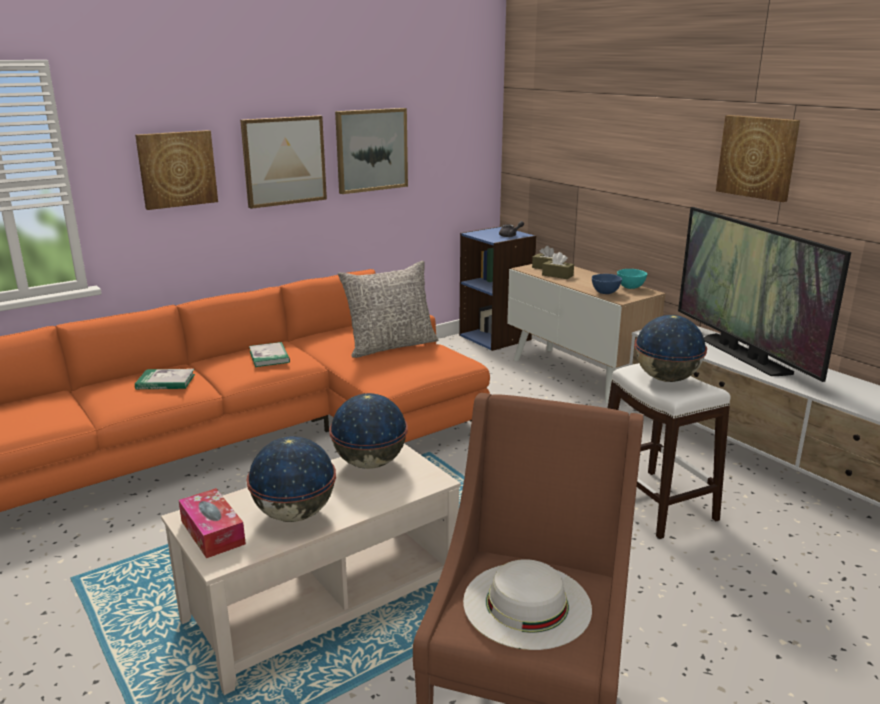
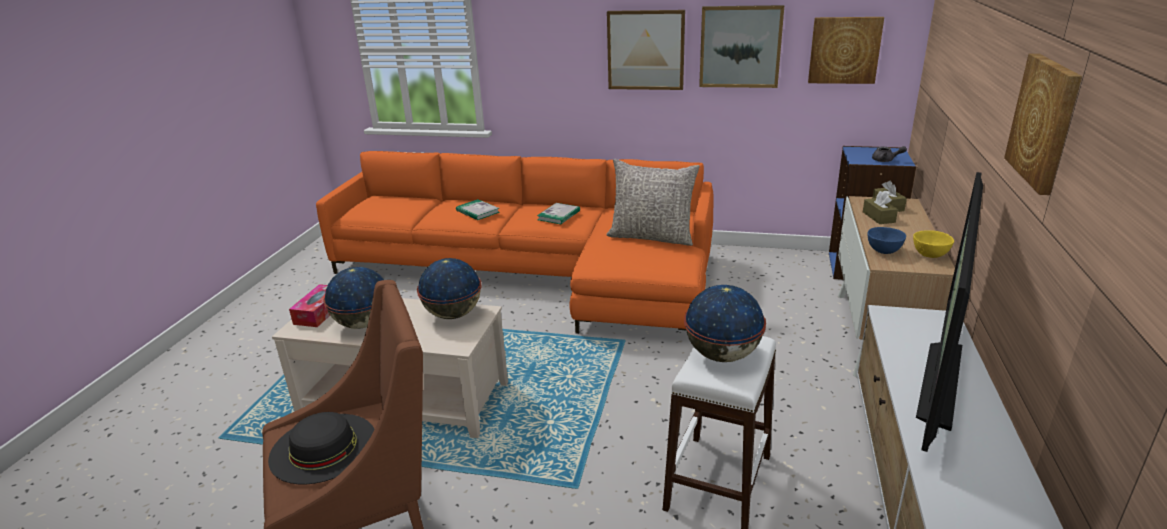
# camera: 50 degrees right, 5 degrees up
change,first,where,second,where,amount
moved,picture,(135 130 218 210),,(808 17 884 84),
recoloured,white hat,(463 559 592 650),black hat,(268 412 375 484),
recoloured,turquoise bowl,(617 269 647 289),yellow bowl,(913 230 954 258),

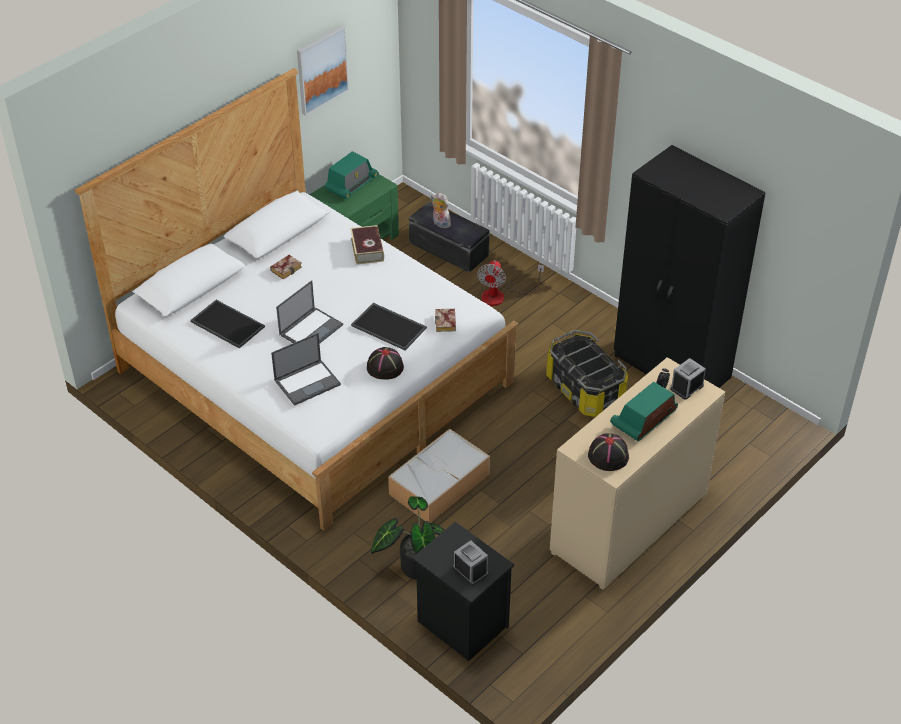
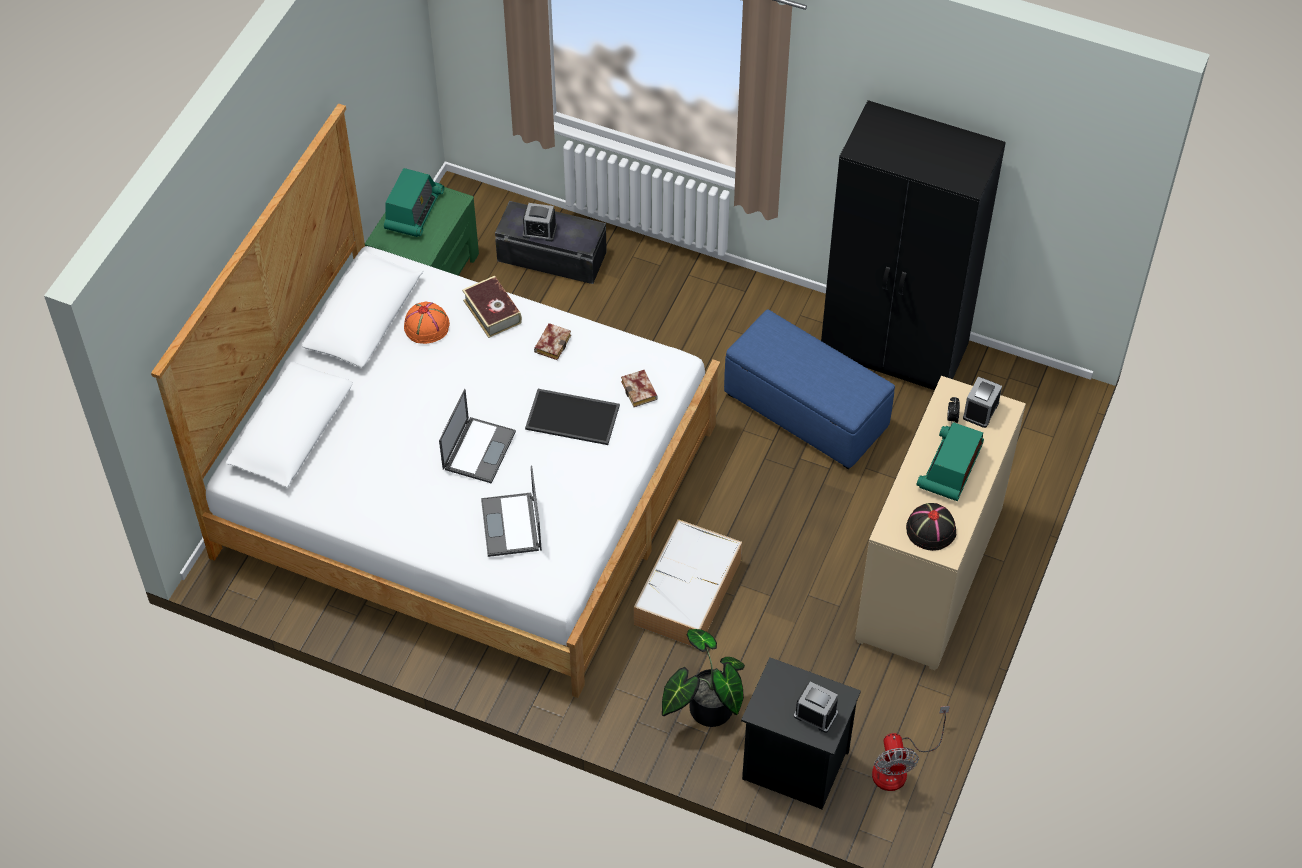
# camera: 20 degrees left, 10 degrees up
change,first,where,second,where,amount
removed,tray,(190 300 265 348),,,
removed,picture,(297 26 349 116),,,
removed,black hat,(367 347 404 380),,,
added,,,orange hat,(404 302 450 344),
moved,book,(270 255 302 279),,(534 323 571 360),
moved,fan,(477 260 544 306),,(872 706 950 791),
replaced,plush toy,(431 193 451 228),alarm clock,(523 203 557 242),
replaced,storage box,(546 330 628 417),blue ottoman,(724 310 895 470),
turned,laptop,(271 333 341 406),,(481 465 542 557),135 degrees clockwise

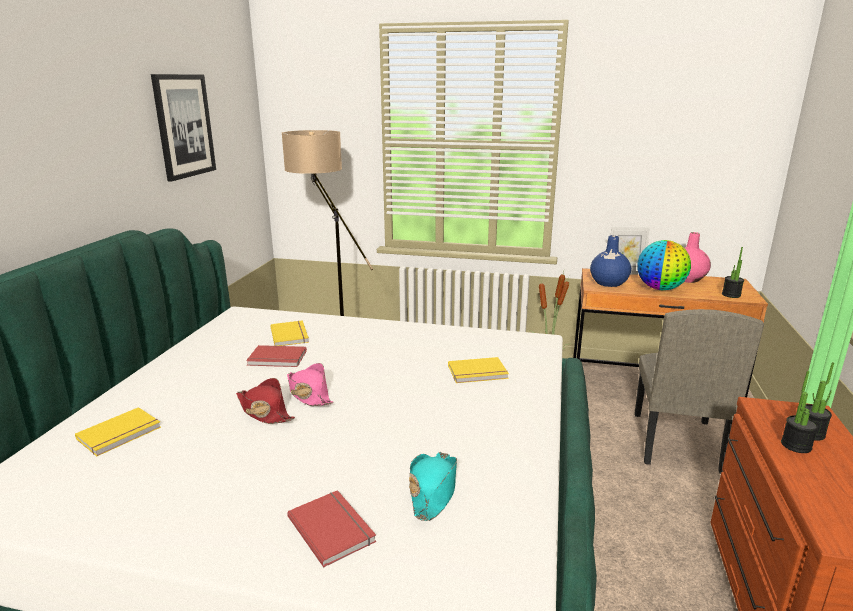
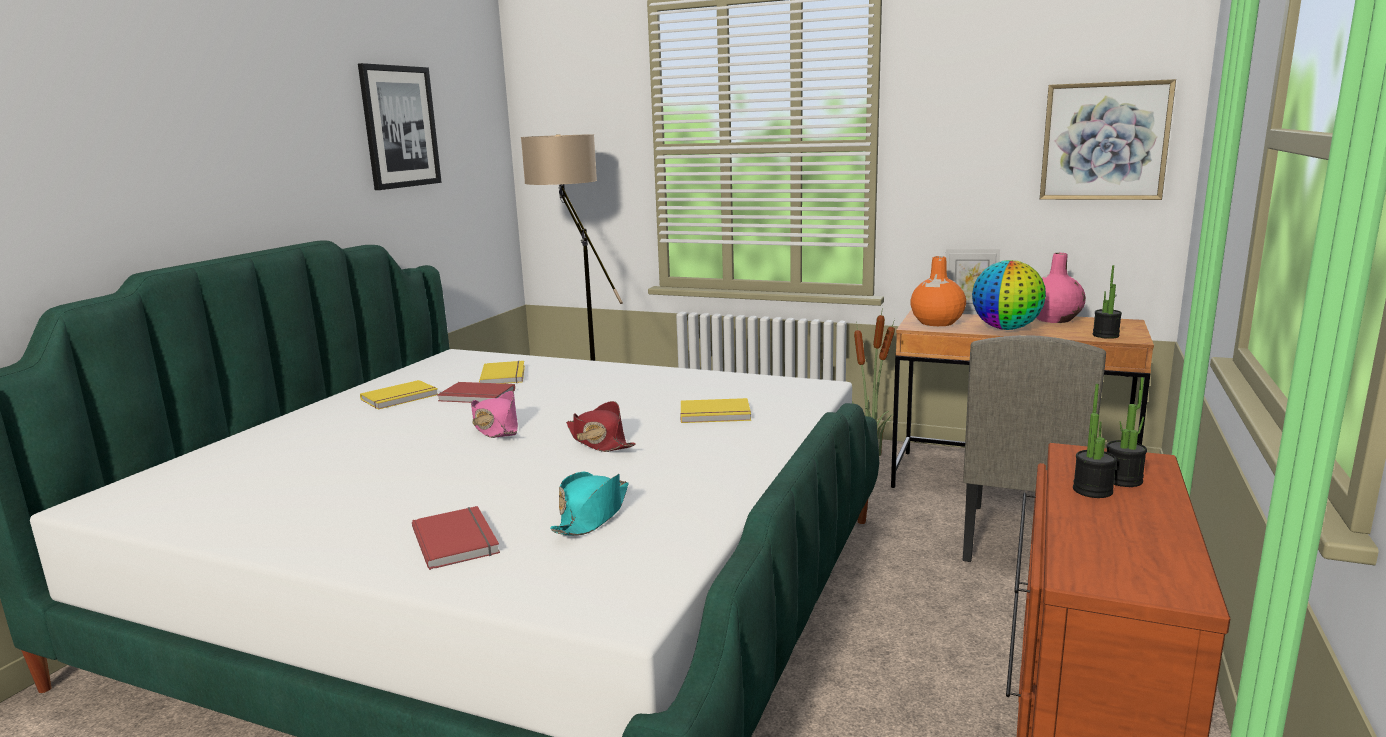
# camera: 10 degrees right, 5 degrees down
change,first,where,second,where,amount
added,,,picture,(1040 79 1176 200),
moved,yellow book,(75 407 161 456),,(360 380 438 410),
moved,red hat,(236 378 295 424),,(566 401 636 452),
recoloured,blue vase,(590 235 631 287),orange vase,(911 256 966 326),

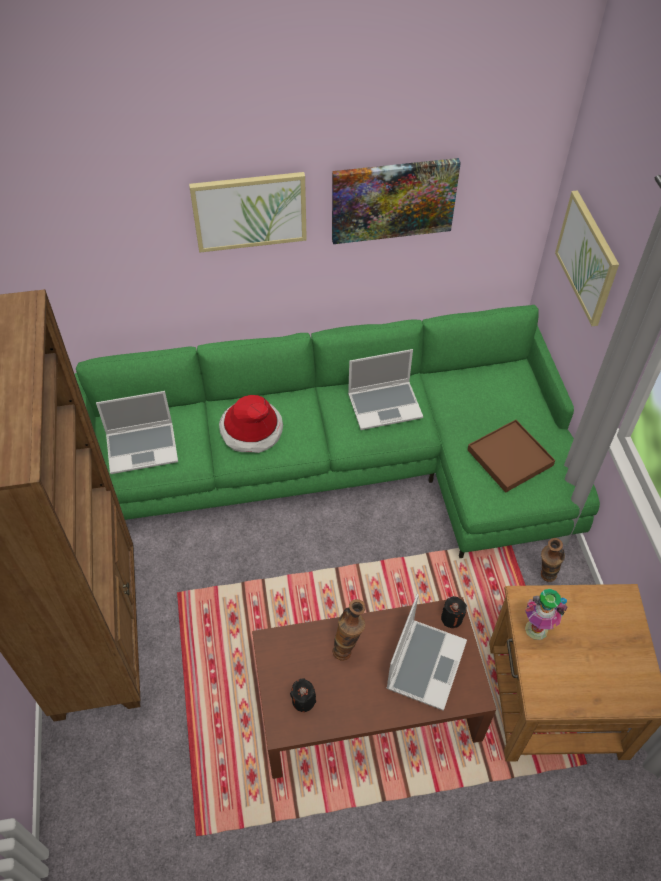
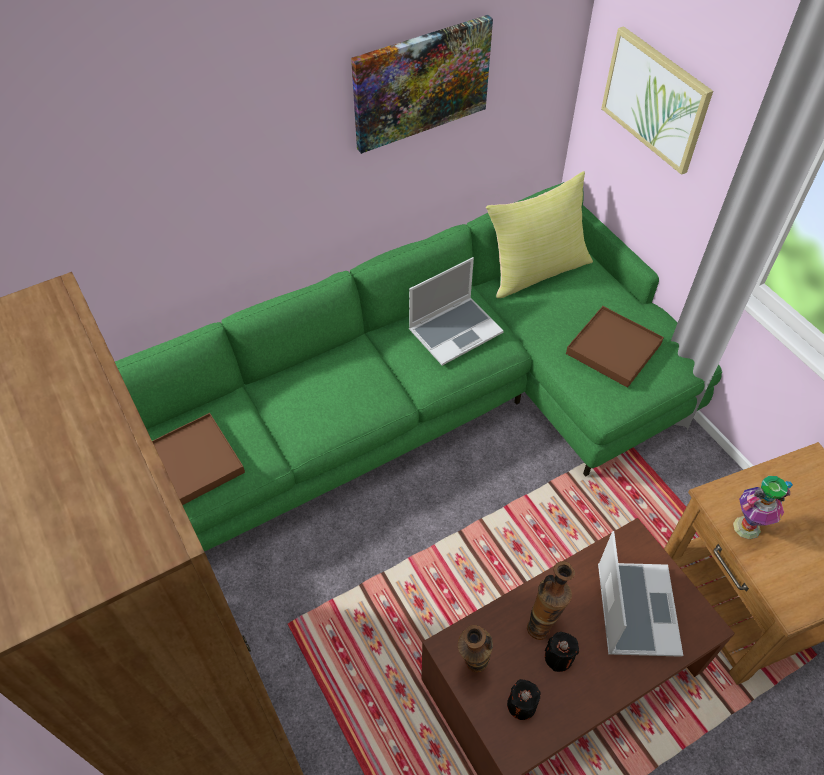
# camera: 20 degrees left, 0 degrees up
change,first,where,second,where,amount
removed,picture,(189 172 307 253),,,
removed,hat,(219 395 283 453),,,
added,,,yellow pillow,(486 171 593 298),
moved,black candle,(441 596 467 628),,(545 632 579 672),
moved,vase,(541 538 565 582),,(458 625 493 672),
replaced,laptop,(96 391 178 474),brown tray,(152 413 245 505),

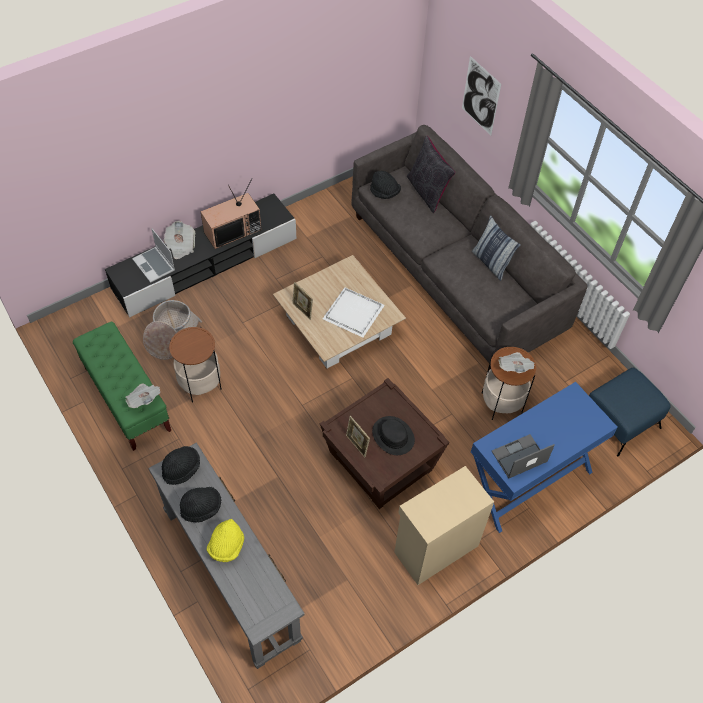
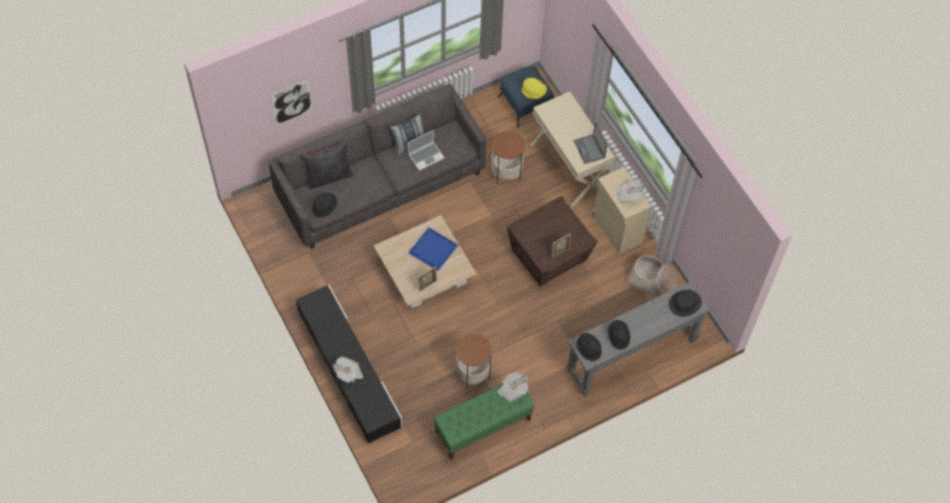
# camera: 85 degrees left, 5 degrees up
change,first,where,second,where,amount
removed,television,(200 178 262 249),,,
moved,laptop,(132 228 175 283),,(408 130 445 171),
moved,basket,(143 300 202 360),,(626 255 676 297),
moved,yellow hat,(207 519 244 562),,(521 78 547 99),
moved,black hat,(372 416 415 455),,(669 290 702 317),
moved,newspaper,(499 352 535 373),,(615 180 645 203),
recoloured,white tray,(323 287 385 337),blue tray,(408 228 458 271),
recoloured,blue console table,(471 382 618 533),beige console table,(531 92 615 207),

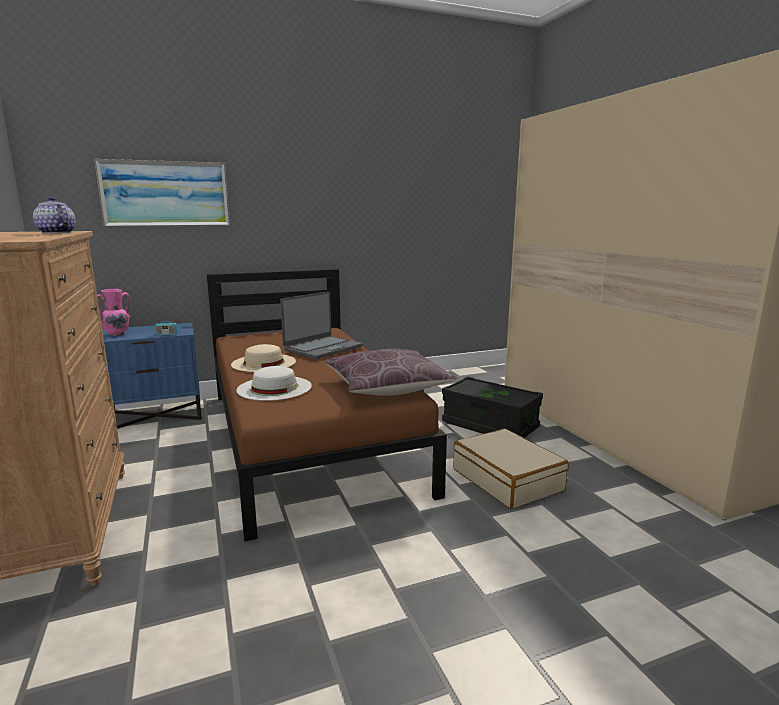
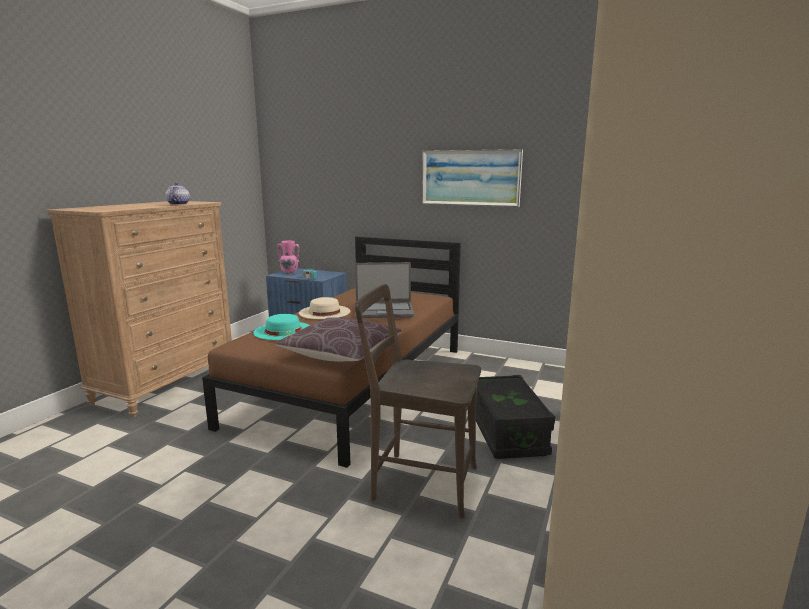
# camera: 45 degrees right, 0 degrees up
change,first,where,second,where,amount
moved,picture,(94 159 230 227),,(422 149 523 207),
replaced,beige suitcase,(453 428 569 509),brown chair,(354 284 481 518),
recoloured,white hat,(236 366 312 401),turquoise hat,(253 314 310 340),

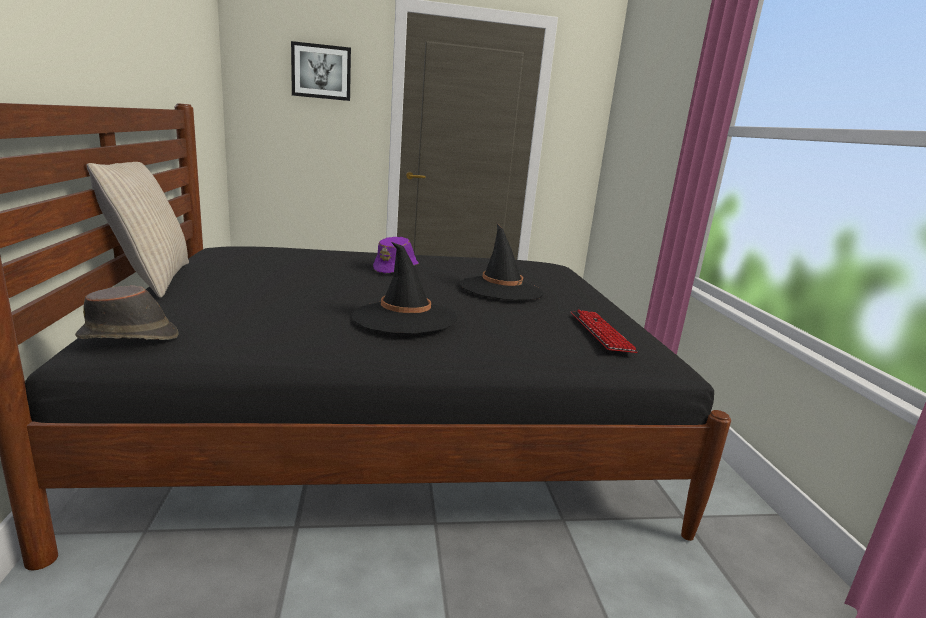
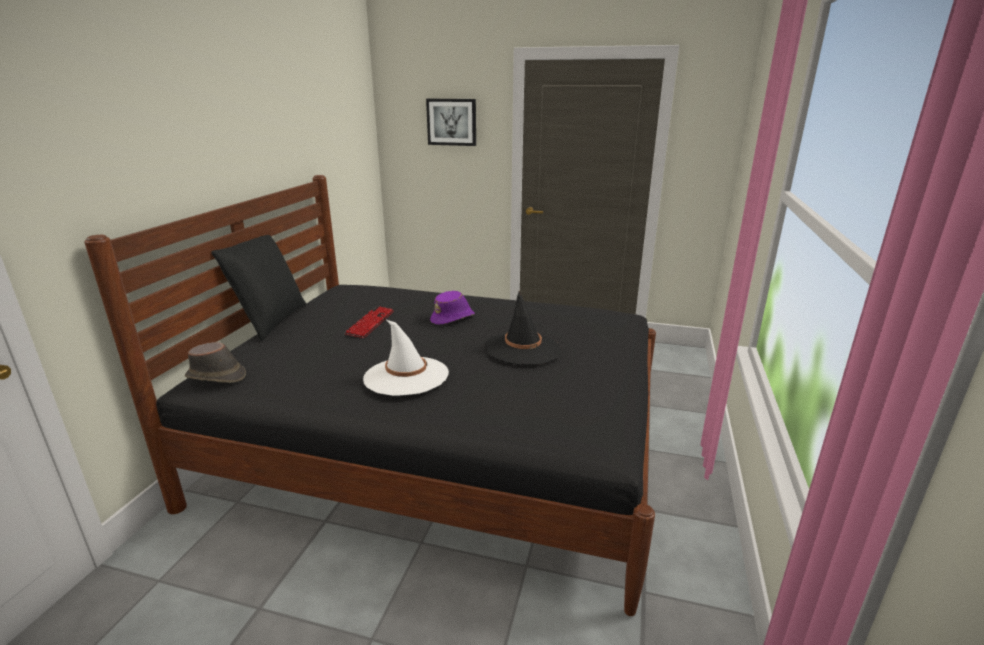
# camera: 25 degrees right, 5 degrees up
change,first,where,second,where,amount
moved,keyboard,(571 310 638 353),,(345 307 394 338),
recoloured,beige pillow,(86 162 189 298),black pillow,(211 235 307 340),
recoloured,black hat,(352 242 457 334),white hat,(363 319 449 396),

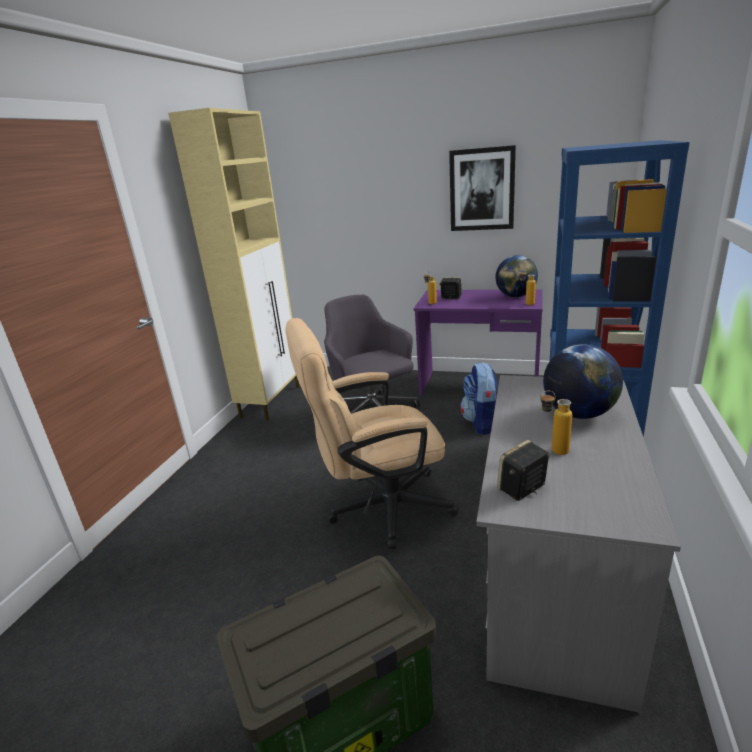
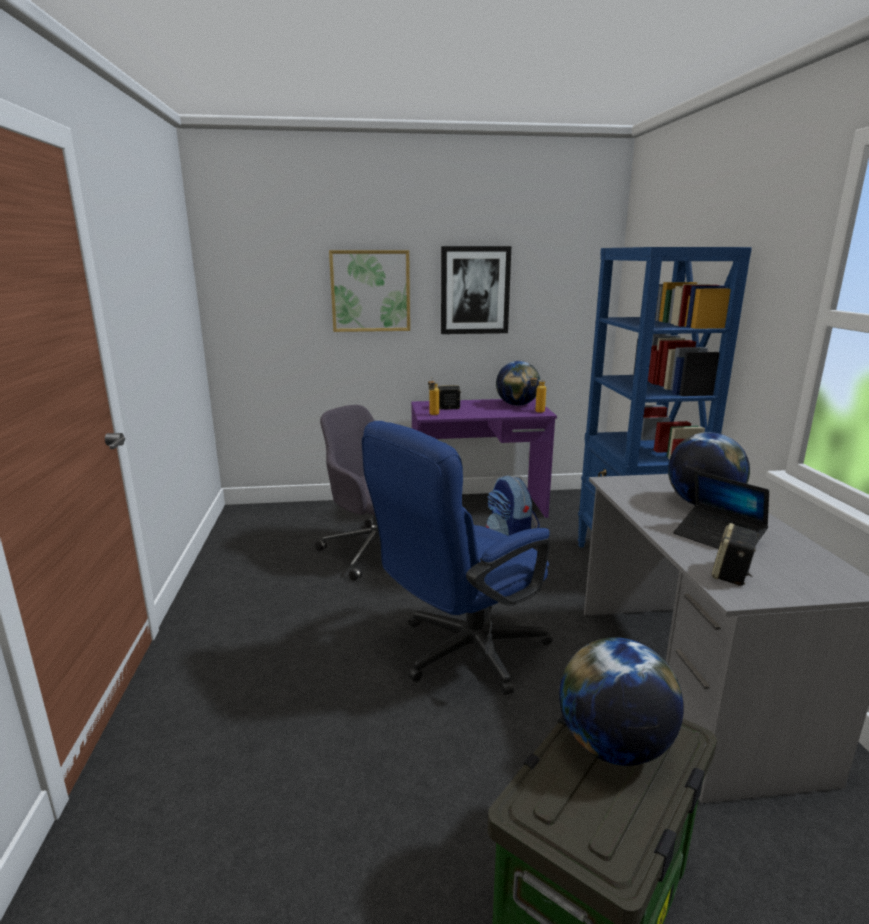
# camera: 25 degrees left, 5 degrees down
change,first,where,second,where,amount
removed,beige cabinet,(168 108 299 420),,,
added,,,picture,(329 250 410 332),
added,,,globe,(559 637 684 766),
replaced,bottle,(540 391 572 455),laptop,(673 470 769 549),
recoloured,beige office chair,(285 318 459 549),blue office chair,(362 421 552 695),

